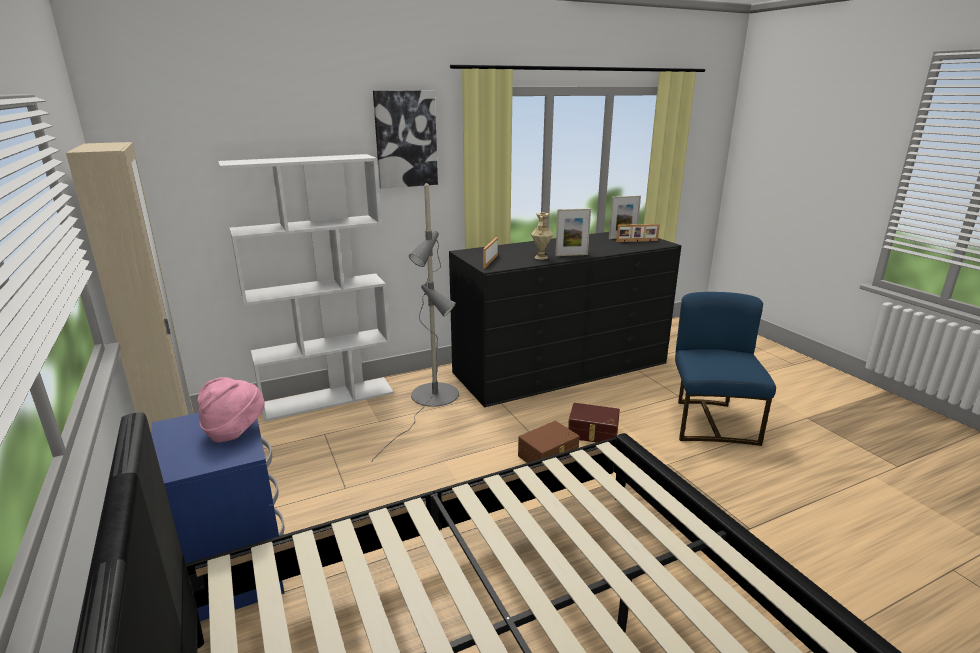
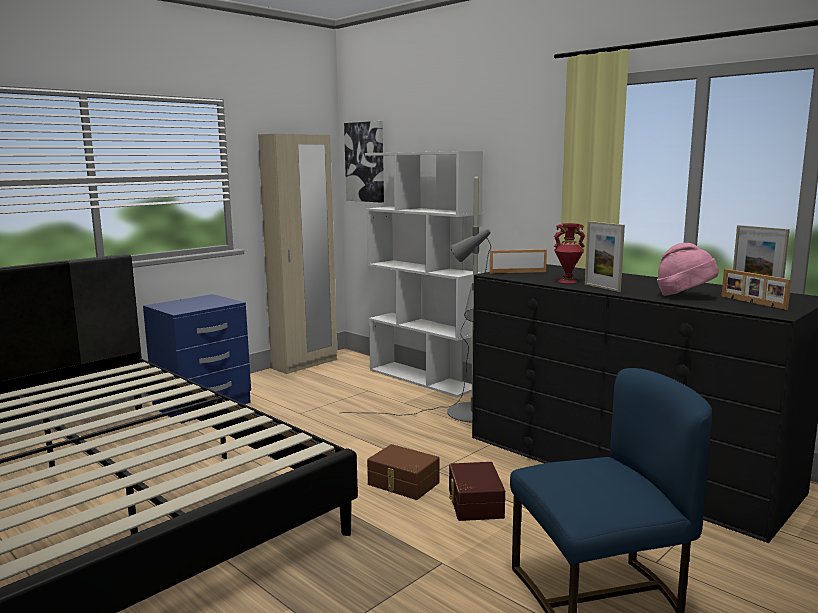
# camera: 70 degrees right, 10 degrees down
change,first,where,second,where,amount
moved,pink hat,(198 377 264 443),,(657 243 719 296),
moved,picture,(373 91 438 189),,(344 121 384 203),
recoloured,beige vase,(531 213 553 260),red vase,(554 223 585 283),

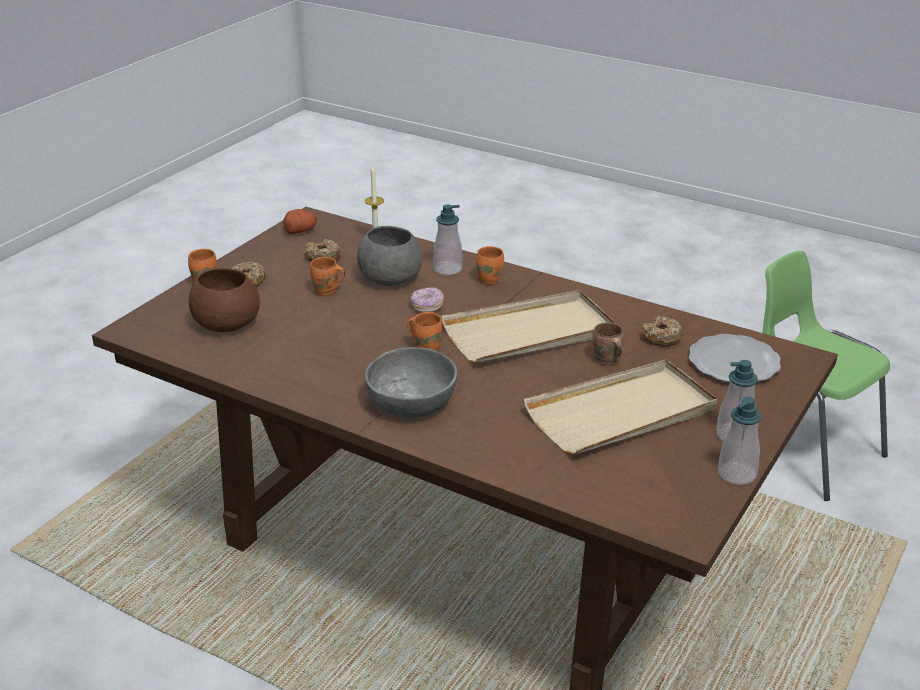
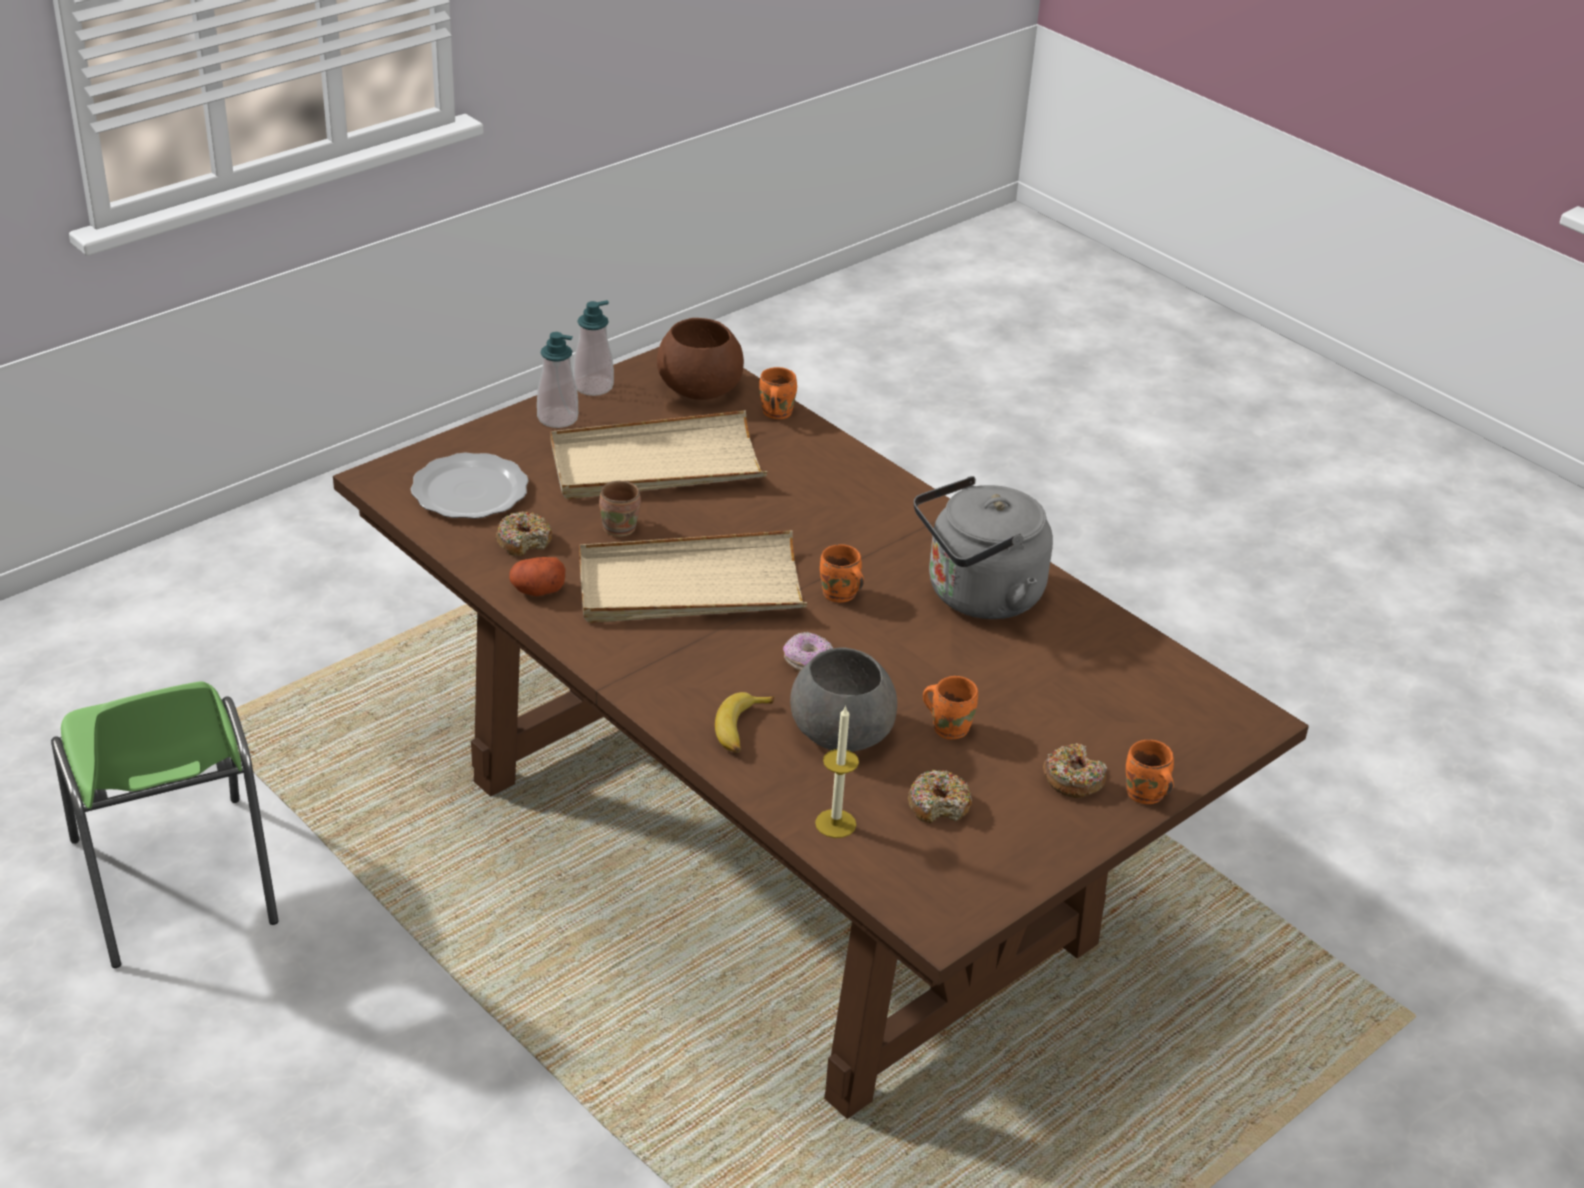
# camera: 165 degrees left, 5 degrees up
change,first,where,second,where,amount
removed,grey bowl,(364 347 457 418),,,
added,,,grey kettle,(914 476 1053 619),
moved,brown bowl,(189 268 260 332),,(657 318 744 400),
moved,potato,(283 209 317 234),,(509 557 566 596),
moved,orange mug,(476 246 504 284),,(759 367 797 419),
replaced,soap dispenser,(433 204 463 275),banana,(715 692 774 753),

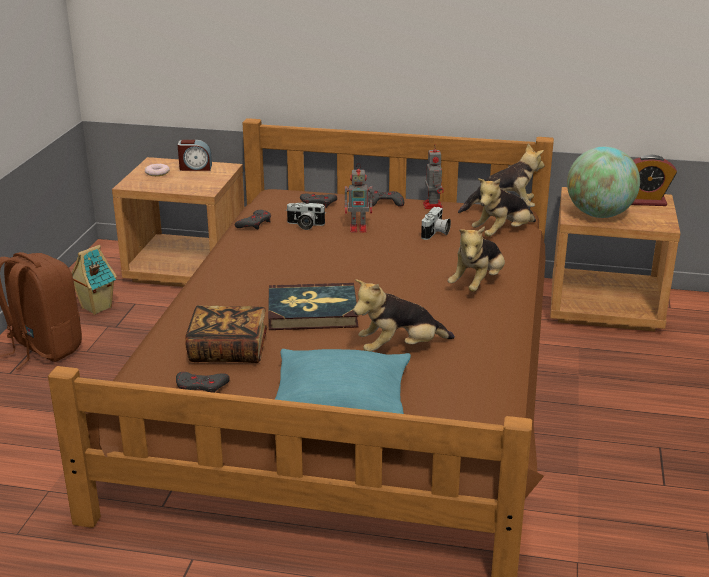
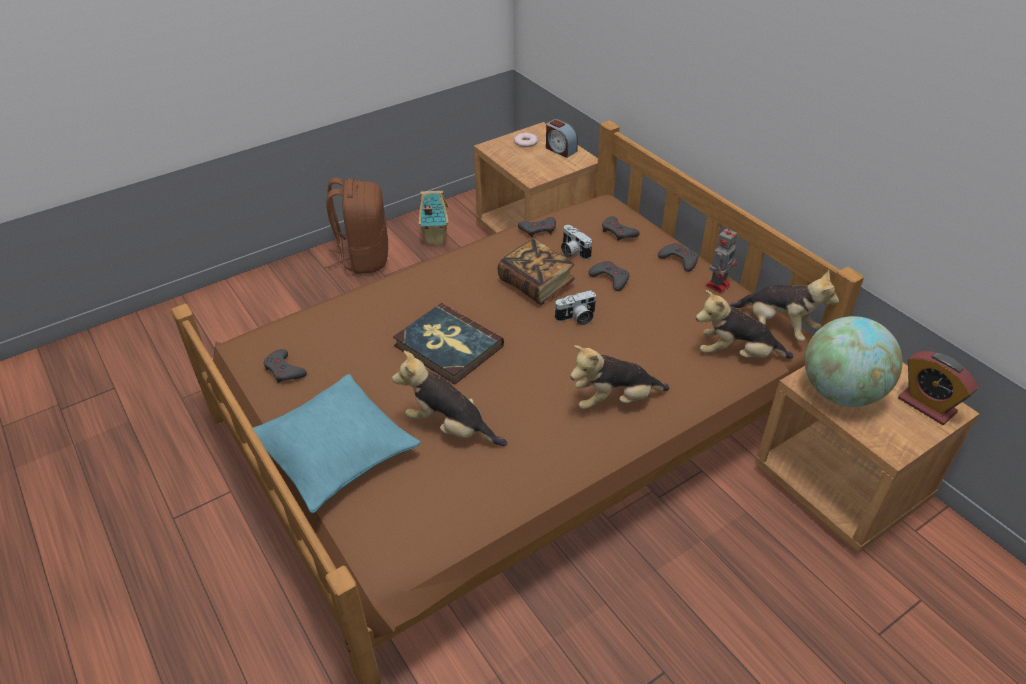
# camera: 45 degrees right, 15 degrees up
change,first,where,second,where,amount
moved,book,(185 305 267 363),,(498 239 575 305),
moved,photo camera,(421 207 451 240),,(554 290 596 325),
replaced,toy robot,(345 163 375 232),grey game controller,(588 261 629 291),

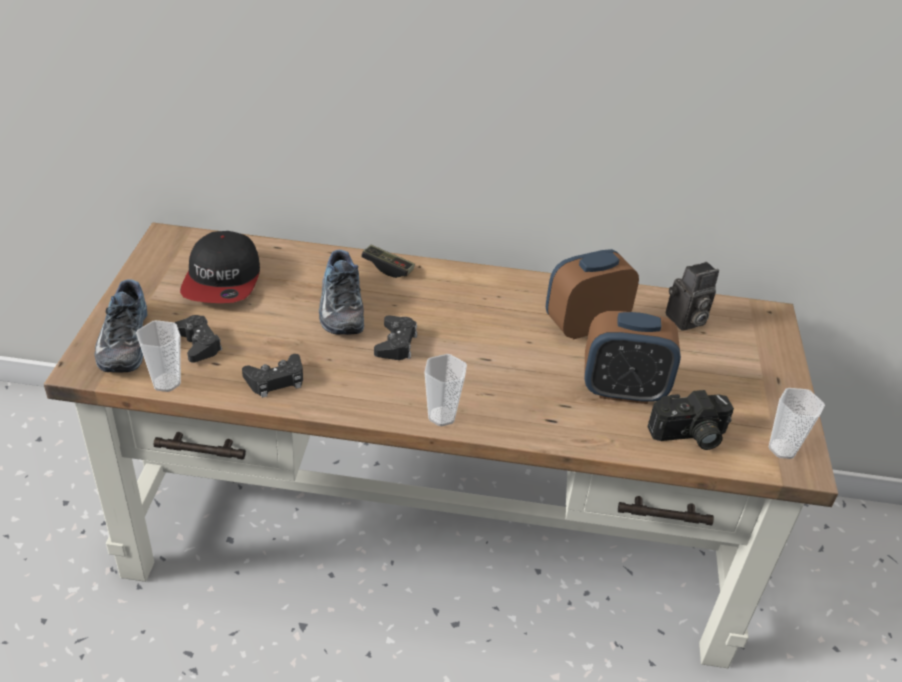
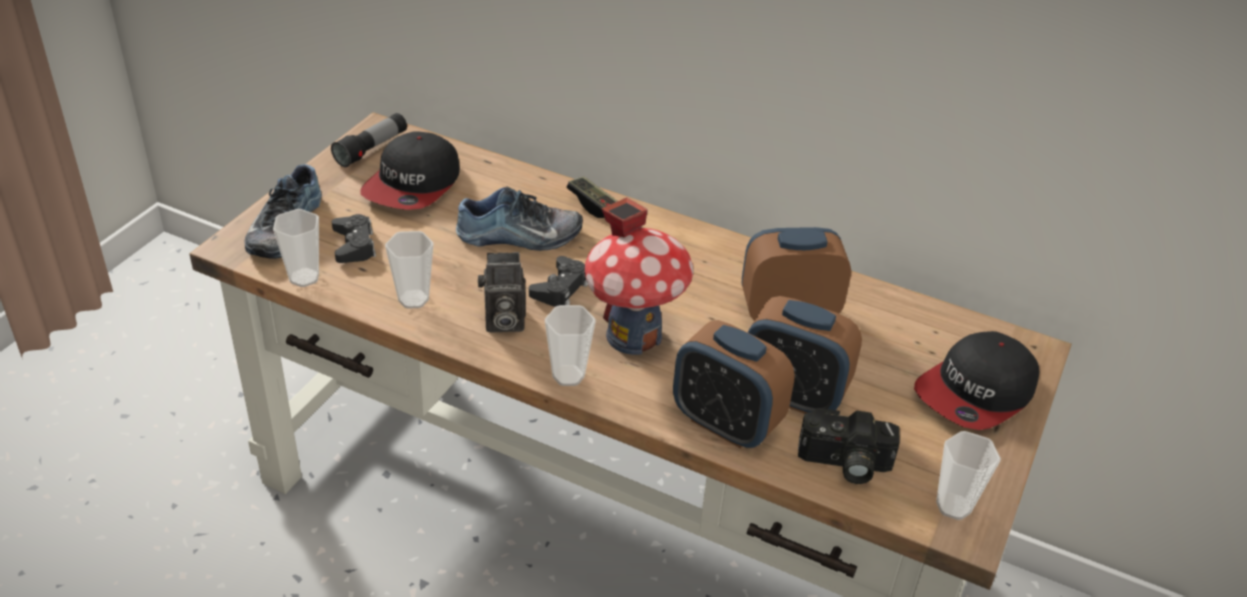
# camera: 20 degrees right, 0 degrees up
change,first,where,second,where,amount
added,,,flashlight,(331 113 407 167),
added,,,toy house,(585 198 694 355),
added,,,alarm clock,(673 320 795 448),
added,,,cap,(914 331 1039 430),
moved,photo camera,(666 262 719 331),,(478 252 526 333),
replaced,black game controller,(242 354 303 398),cup,(385 231 433 309),
turned,shoe,(319 250 364 335),,(456 186 583 251),105 degrees counterclockwise

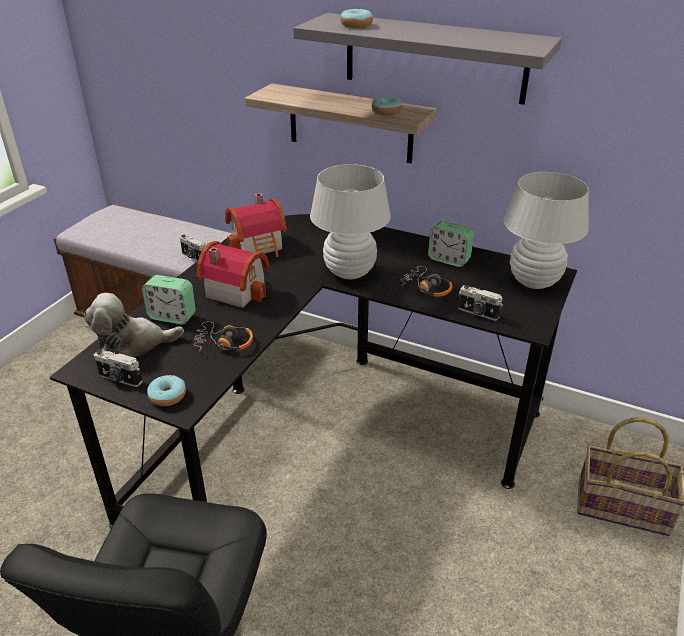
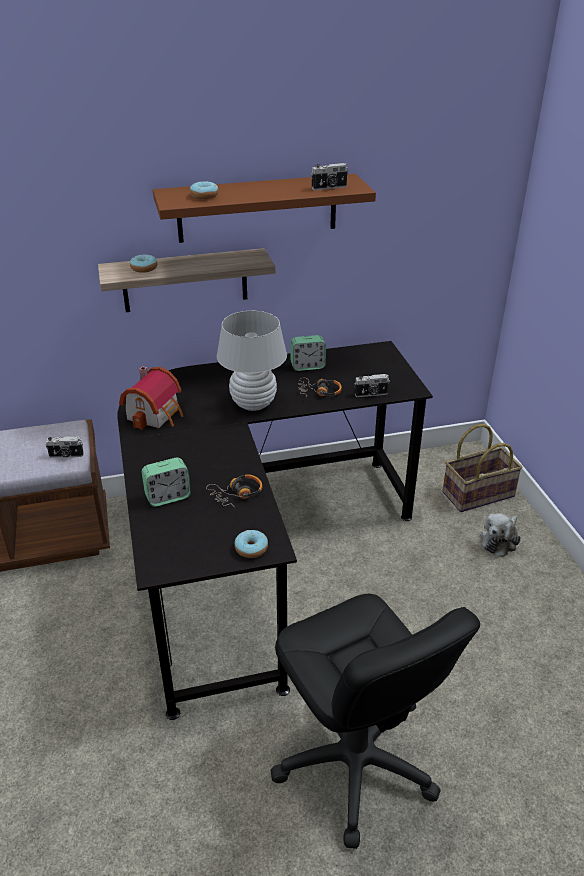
# camera: 40 degrees left, 0 degrees up
change,first,where,second,where,amount
removed,toy house,(196 241 270 308),,,
removed,white table lamp,(504 172 589 289),,,
moved,plush toy,(84 293 184 357),,(481 513 521 557),
moved,photo camera,(94 349 143 387),,(311 163 348 190),
moved,donut,(372 96 402 116),,(130 255 157 273),
recoloured,grey shelf,(293 13 562 105),brown shelf,(153 174 376 243),

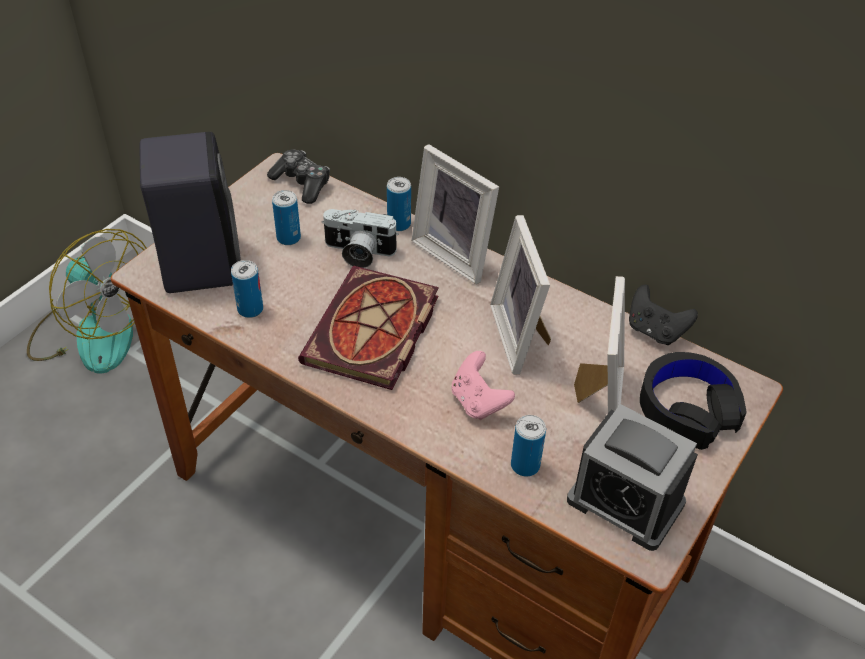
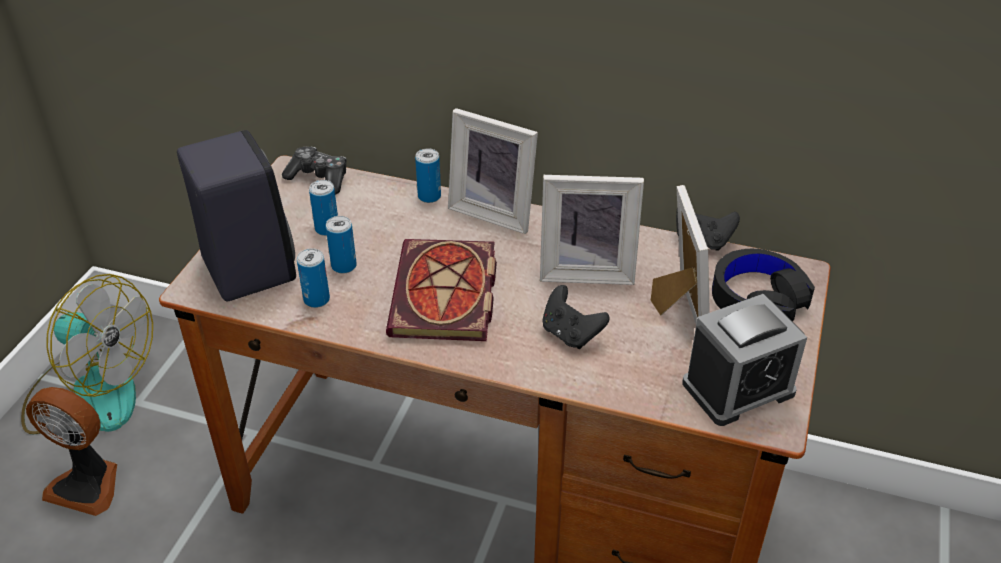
# camera: 15 degrees left, 5 degrees down
change,first,where,second,where,amount
removed,photo camera,(322 209 399 268),,,
added,,,fan,(26 387 117 516),
moved,can,(511 415 546 477),,(326 216 357 274),
recoloured,pink game controller,(452 351 515 420),black game controller,(542 285 610 349),
turned,picture frame,(490 215 551 375),,(540 175 644 285),60 degrees counterclockwise
turned,alarm clock,(567 404 698 551),,(682 294 807 426),45 degrees counterclockwise

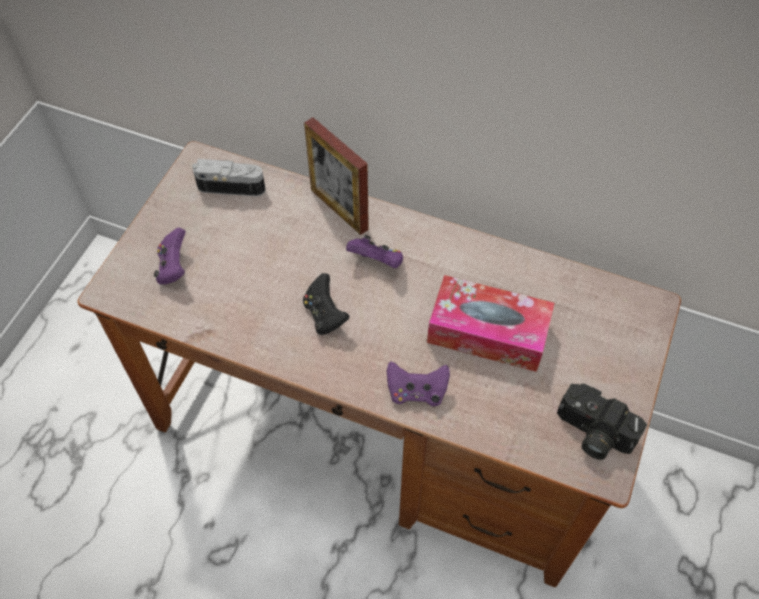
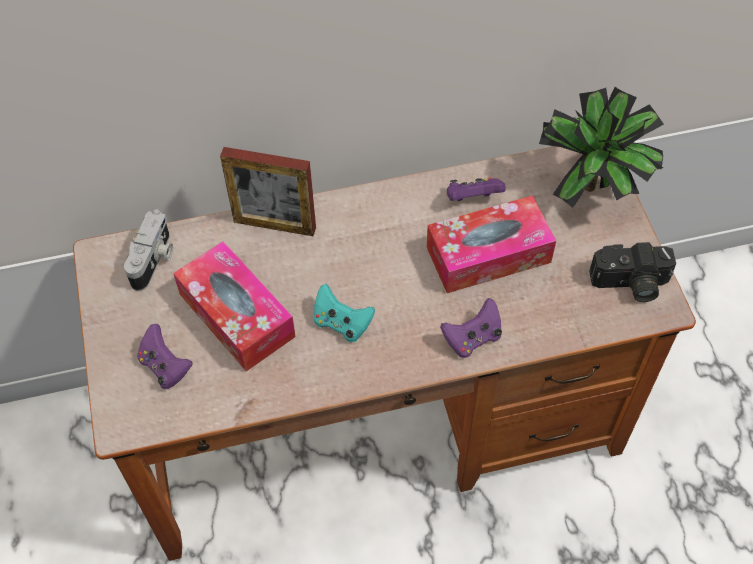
# camera: 35 degrees left, 0 degrees up
change,first,where,second,where,amount
added,,,tissue box,(173 241 296 371),
added,,,potted plant,(539 87 664 208),
moved,purple game controller,(346 235 403 268),,(447 177 506 201),
recoloured,black game controller,(303 273 349 335),turquoise game controller,(314 284 375 342),
turned,photo camera,(192 159 266 196),,(124 209 173 291),135 degrees clockwise

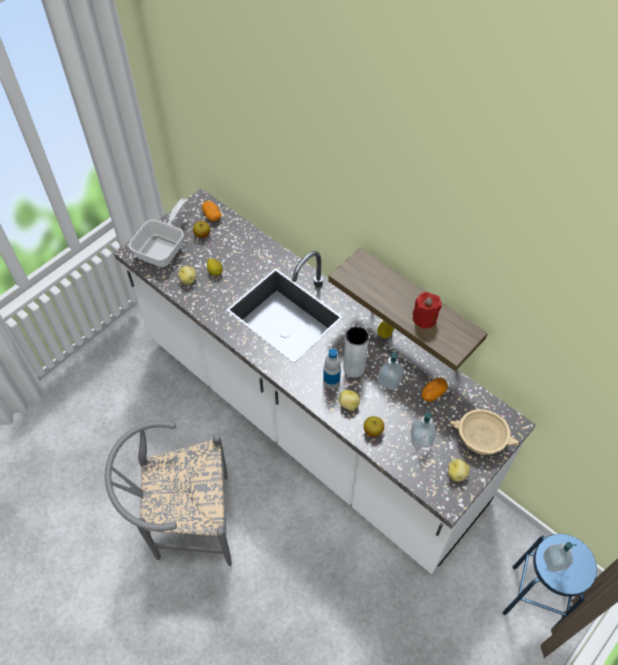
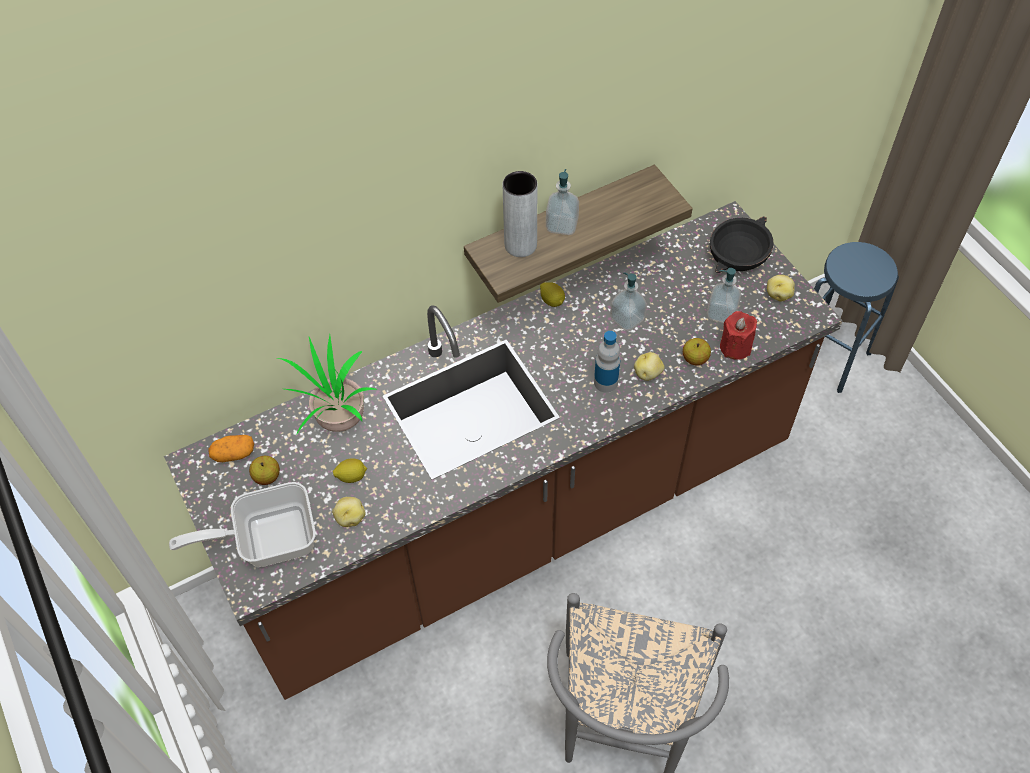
# camera: 70 degrees left, 0 degrees up
change,first,where,second,where,amount
removed,potato,(421 377 448 402),,,
added,,,potted plant,(276 335 377 434),
moved,grey vase,(343 326 369 378),,(503 171 537 257),
moved,red candle,(413 292 442 328),,(720 311 757 360),
moved,soap dispenser,(544 542 577 572),,(546 169 579 235),
recoloured,white counter,(114 188 535 574),brown counter,(164 201 843 700),
recoloured,beige bowl,(449 409 519 455),black bowl,(710 216 774 273),
turned,frying pan,(129 198 188 267),,(169 482 316 567),60 degrees counterclockwise

